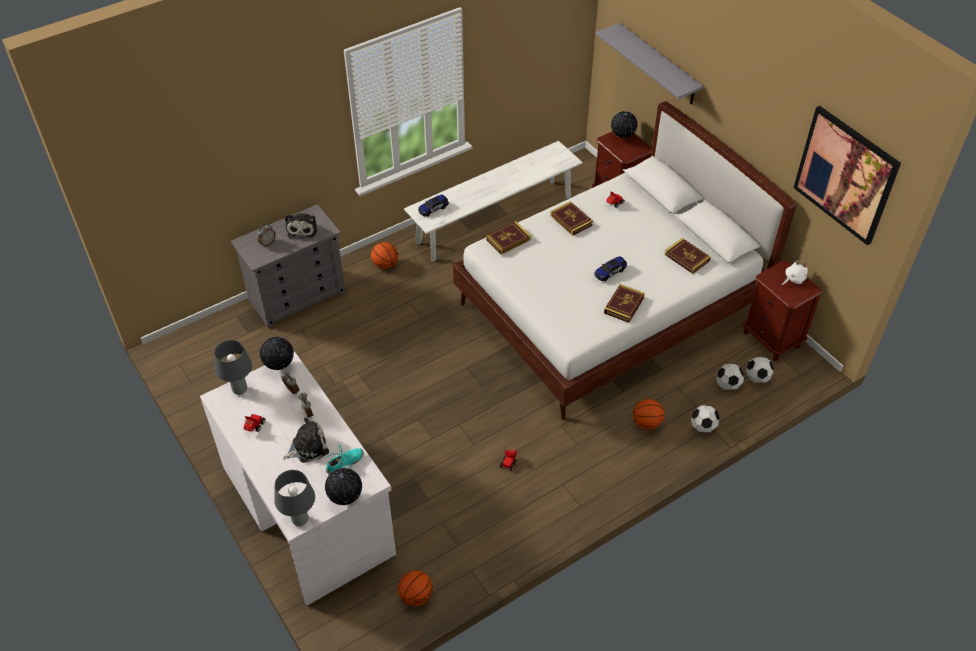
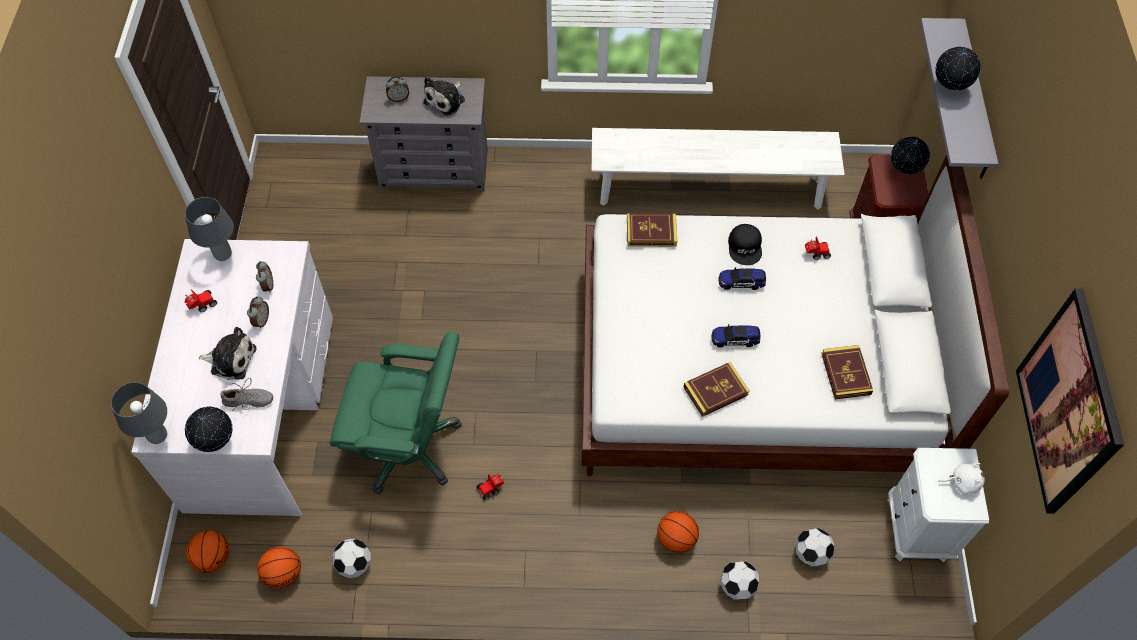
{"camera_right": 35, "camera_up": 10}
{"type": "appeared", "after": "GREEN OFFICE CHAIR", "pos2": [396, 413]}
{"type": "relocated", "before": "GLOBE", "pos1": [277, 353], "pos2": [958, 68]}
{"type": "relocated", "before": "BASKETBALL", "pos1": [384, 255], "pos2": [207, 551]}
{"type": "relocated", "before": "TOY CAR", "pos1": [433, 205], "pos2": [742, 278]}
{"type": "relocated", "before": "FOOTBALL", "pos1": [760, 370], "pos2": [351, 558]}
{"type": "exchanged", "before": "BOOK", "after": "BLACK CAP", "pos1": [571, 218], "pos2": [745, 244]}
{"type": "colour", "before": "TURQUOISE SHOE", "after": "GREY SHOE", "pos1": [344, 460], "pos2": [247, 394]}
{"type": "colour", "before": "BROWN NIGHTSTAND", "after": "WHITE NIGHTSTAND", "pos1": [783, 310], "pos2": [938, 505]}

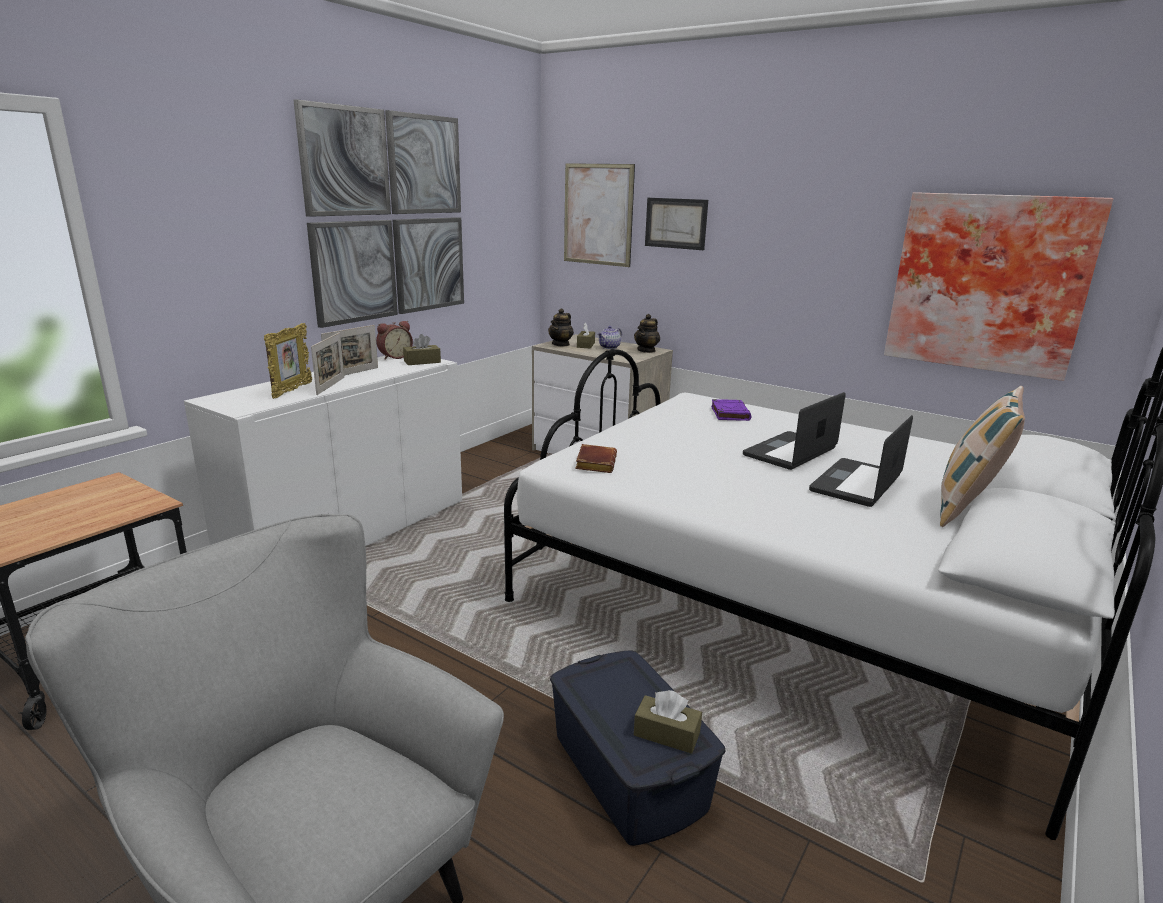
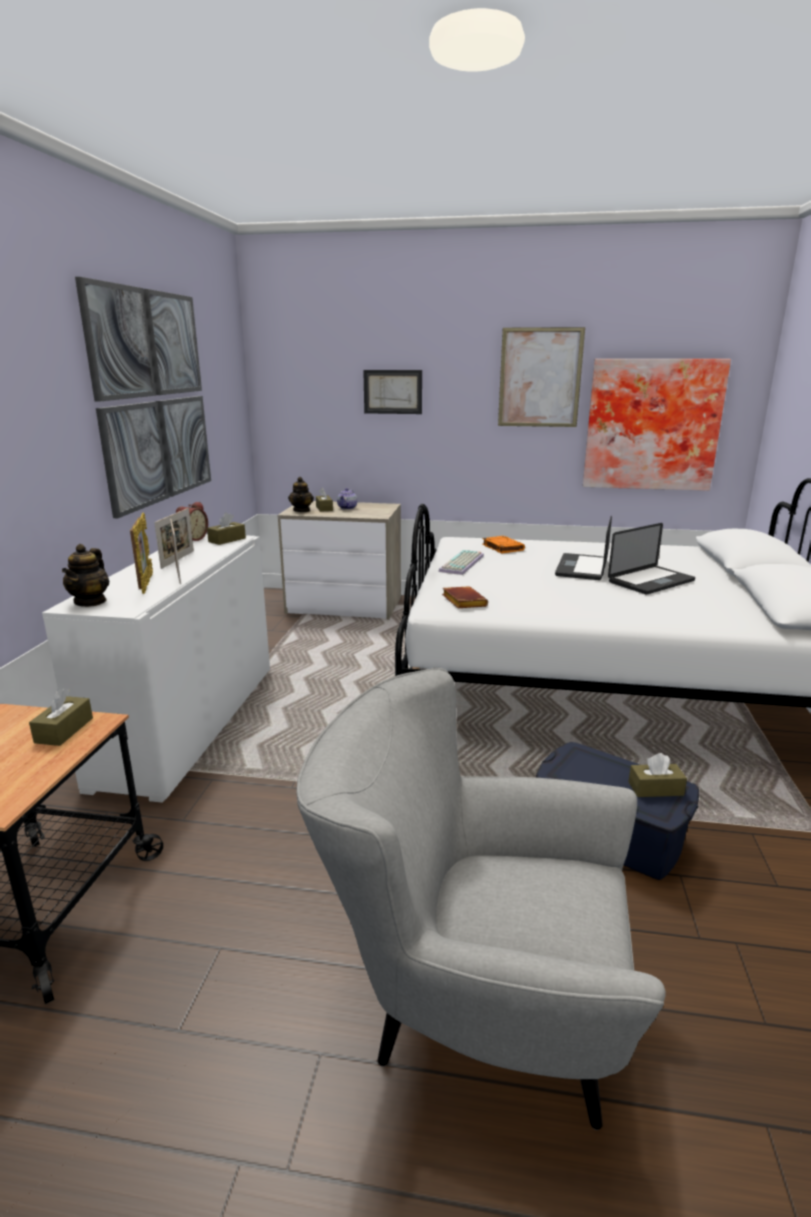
{"camera_right": -25, "camera_up": 0}
{"type": "missing", "before": "PILLOW", "pos1": [982, 456]}
{"type": "appeared", "after": "BROWN TISSUE BOX", "pos2": [61, 717]}
{"type": "appeared", "after": "KEYBOARD", "pos2": [461, 562]}
{"type": "relocated", "before": "PICTURE", "pos1": [599, 215], "pos2": [541, 377]}
{"type": "relocated", "before": "TEAPOT", "pos1": [647, 333], "pos2": [85, 575]}
{"type": "colour", "before": "PURPLE BOOK", "after": "ORANGE BOOK", "pos1": [731, 410], "pos2": [503, 544]}
{"type": "spun", "before": "LAPTOP", "pos1": [861, 461], "pos2": [651, 559], "turn": -135}

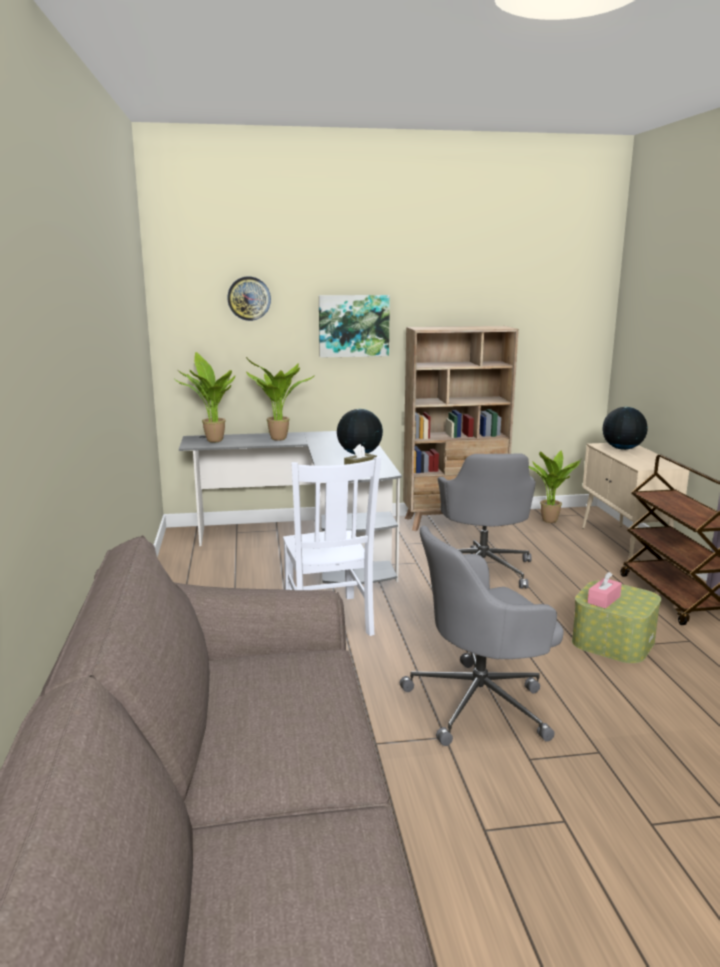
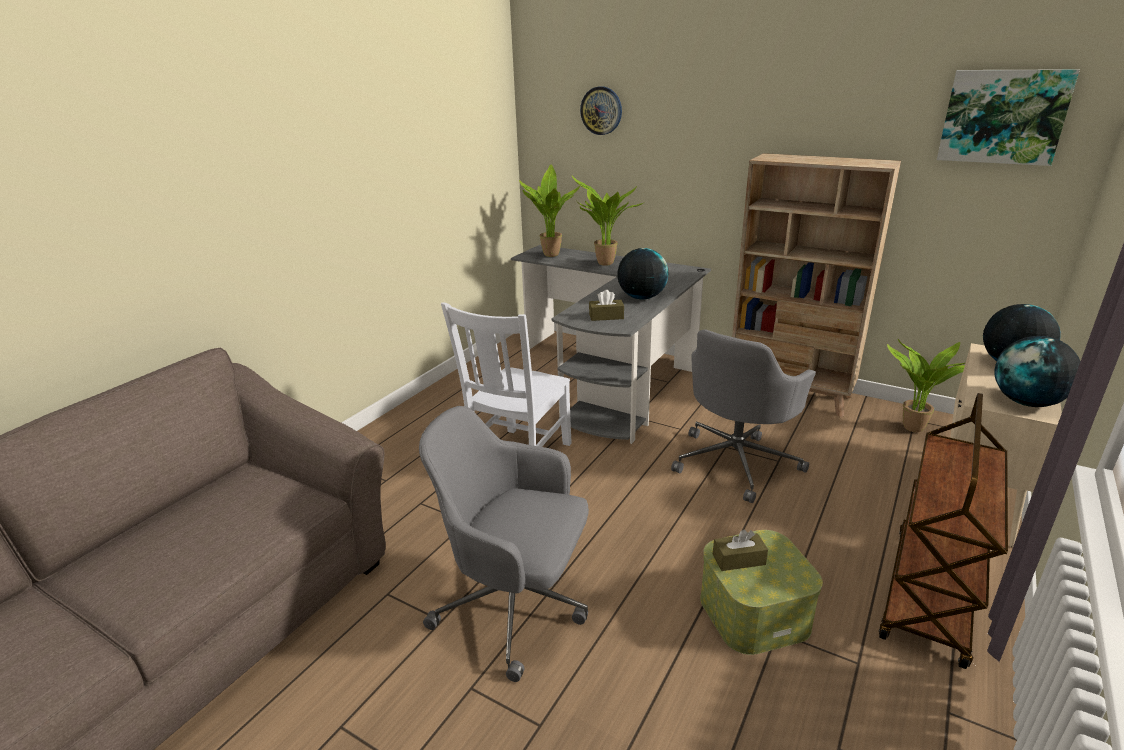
{"camera_right": 40, "camera_up": 10}
{"type": "appeared", "after": "GLOBE", "pos2": [1037, 371]}
{"type": "relocated", "before": "PICTURE", "pos1": [354, 326], "pos2": [1008, 117]}
{"type": "colour", "before": "PINK TISSUE BOX", "after": "BROWN TISSUE BOX", "pos1": [604, 590], "pos2": [740, 550]}

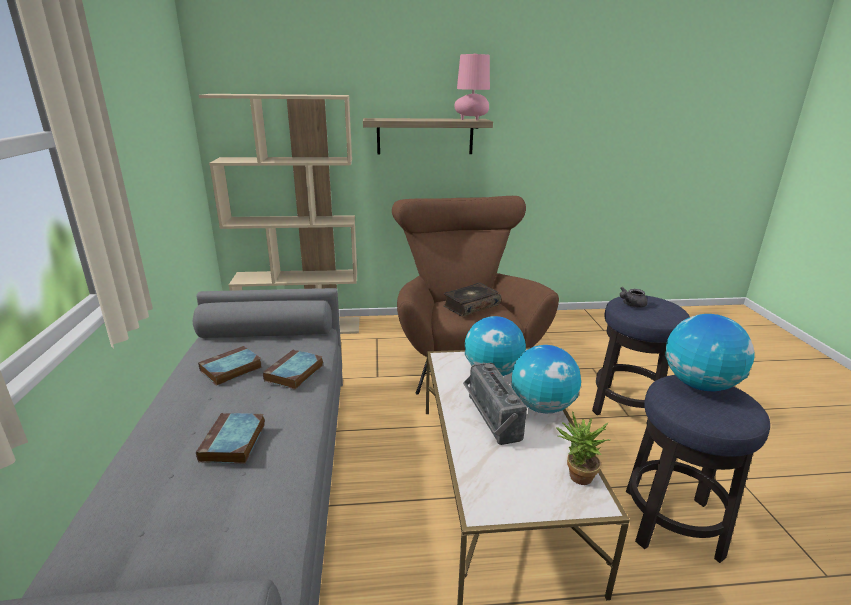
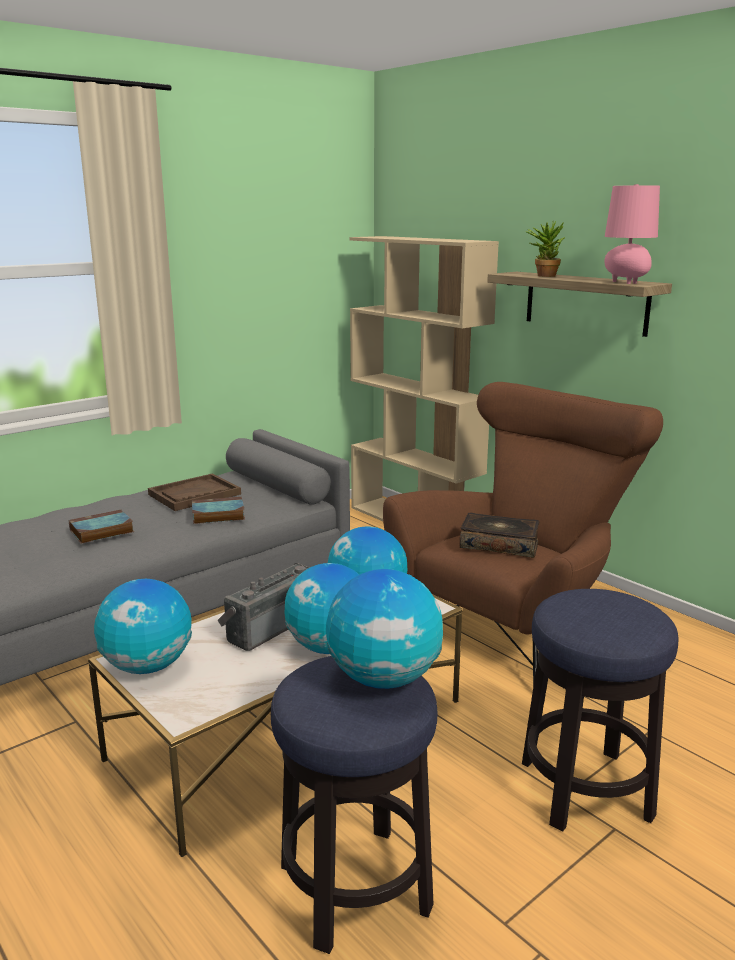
{"camera_right": 55, "camera_up": -5}
{"type": "missing", "before": "GREY TEAPOT", "pos1": [633, 297]}
{"type": "appeared", "after": "GLOBE", "pos2": [143, 626]}
{"type": "relocated", "before": "POTTED PLANT", "pos1": [583, 448], "pos2": [545, 249]}
{"type": "exchanged", "before": "BOOK", "after": "BROWN TRAY", "pos1": [230, 366], "pos2": [194, 492]}

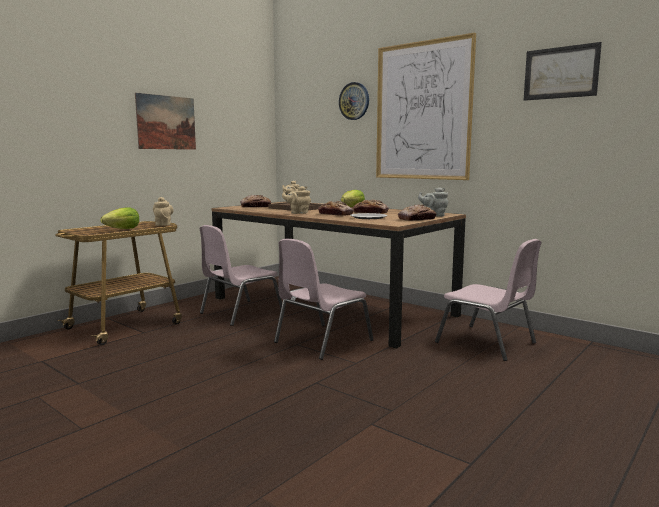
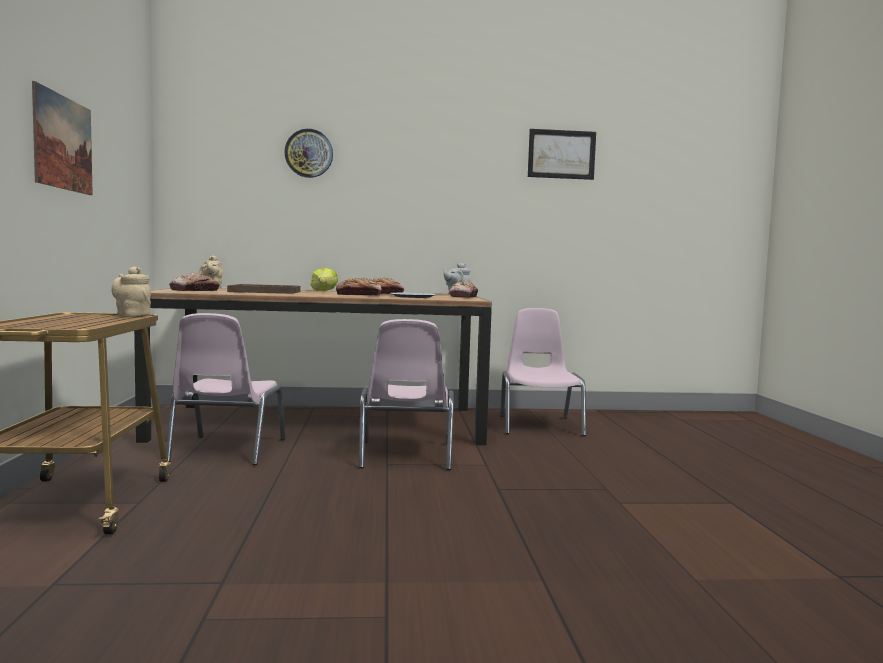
{"camera_right": -45, "camera_up": -5}
{"type": "missing", "before": "LETTUCE", "pos1": [119, 218]}
{"type": "missing", "before": "BEIGE TEAPOT", "pos1": [296, 200]}
{"type": "missing", "before": "PICTURE", "pos1": [426, 106]}
{"type": "spun", "before": "PINK CHAIR", "pos1": [488, 300], "pos2": [543, 372], "turn": -90}

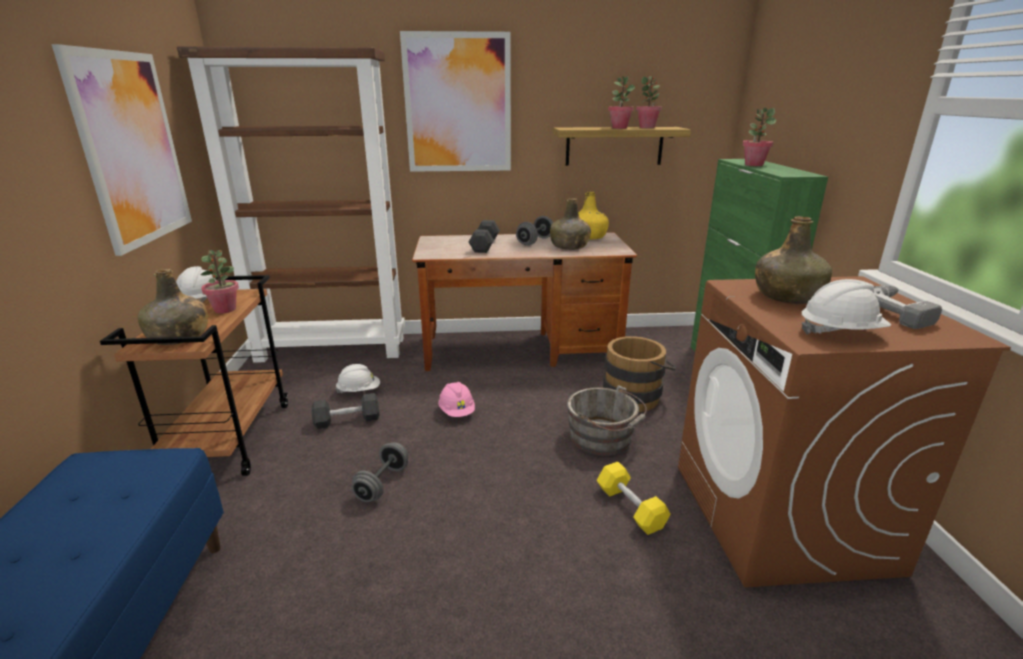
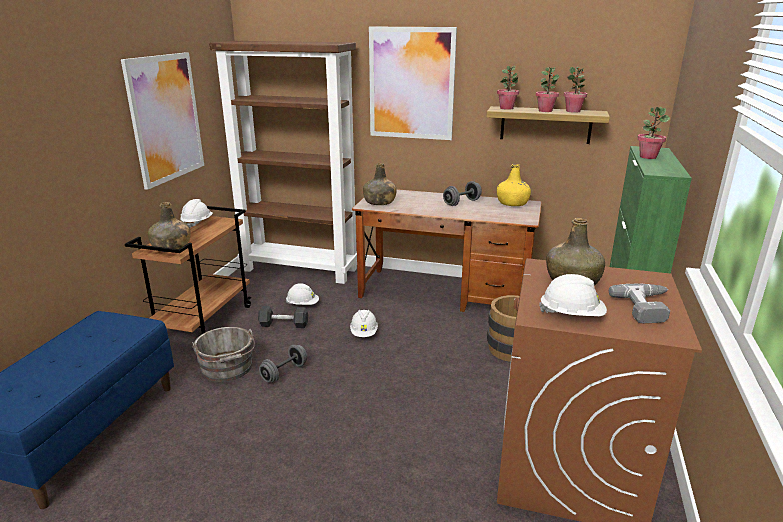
{"camera_right": 20, "camera_up": 0}
{"type": "missing", "before": "BLACK DUMBBELL", "pos1": [484, 236]}
{"type": "missing", "before": "YELLOW DUMBBELL", "pos1": [633, 498]}
{"type": "relocated", "before": "POTTED PLANT", "pos1": [219, 282], "pos2": [508, 88]}
{"type": "relocated", "before": "GREEN BOTTLE", "pos1": [570, 224], "pos2": [380, 184]}
{"type": "relocated", "before": "GREY BUCKET", "pos1": [607, 420], "pos2": [223, 354]}
{"type": "colour", "before": "PINK HARD HAT", "after": "WHITE HARD HAT", "pos1": [456, 399], "pos2": [364, 323]}

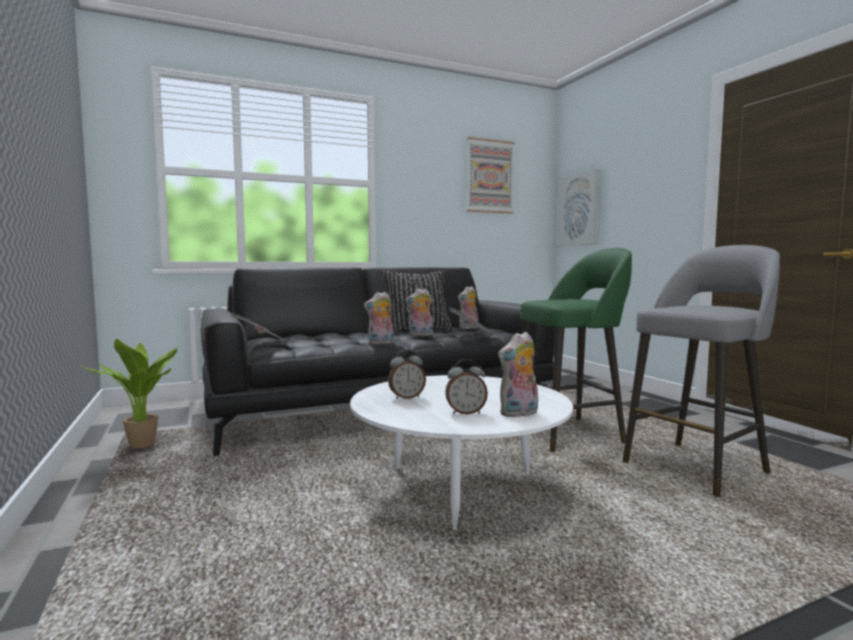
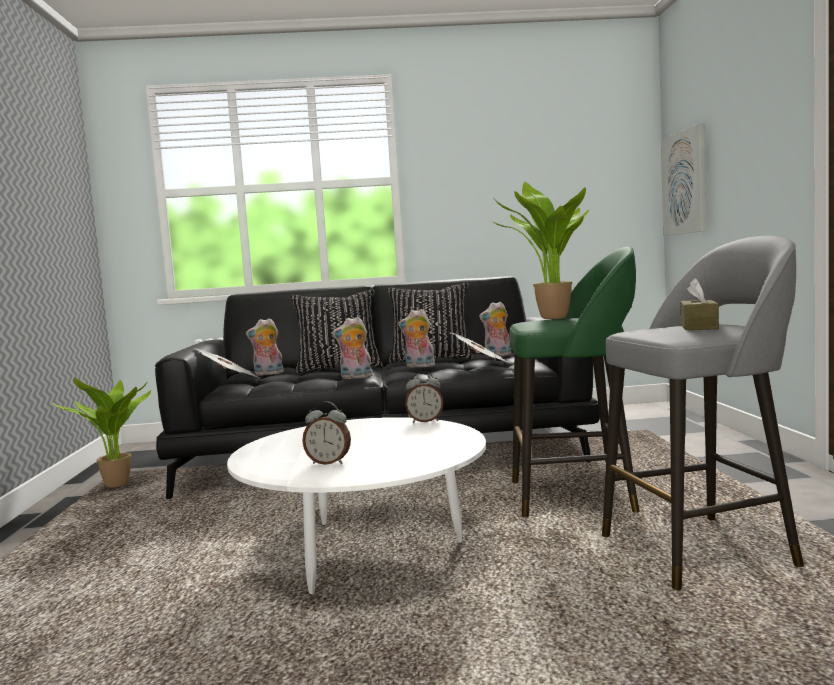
{"camera_right": 20, "camera_up": 0}
{"type": "missing", "before": "PICTURE", "pos1": [491, 175]}
{"type": "appeared", "after": "BLACK PILLOW", "pos2": [337, 331]}
{"type": "appeared", "after": "POTTED PLANT", "pos2": [539, 250]}
{"type": "appeared", "after": "BROWN TISSUE BOX", "pos2": [699, 304]}
{"type": "relocated", "before": "ALARM CLOCK", "pos1": [407, 374], "pos2": [424, 397]}
{"type": "relocated", "before": "PLUSH TOY", "pos1": [518, 374], "pos2": [265, 347]}

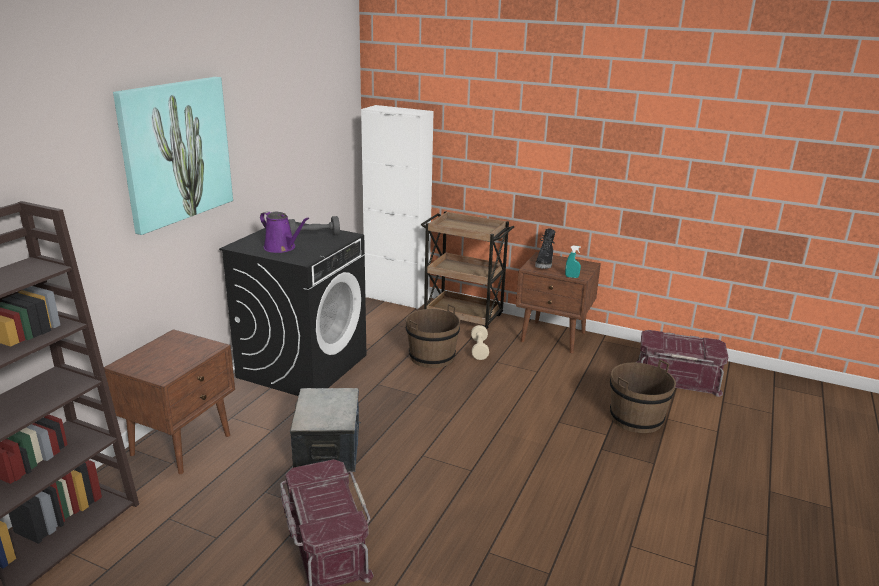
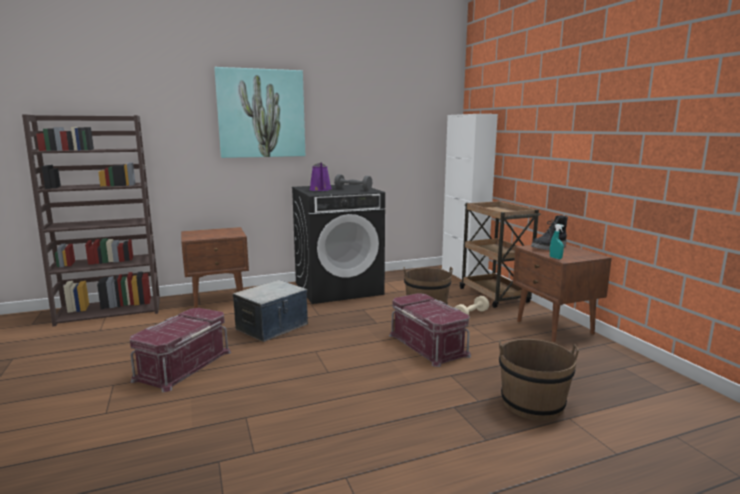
{"camera_right": 45, "camera_up": -10}
{"type": "relocated", "before": "RED STORAGE BOX", "pos1": [682, 363], "pos2": [430, 330]}

